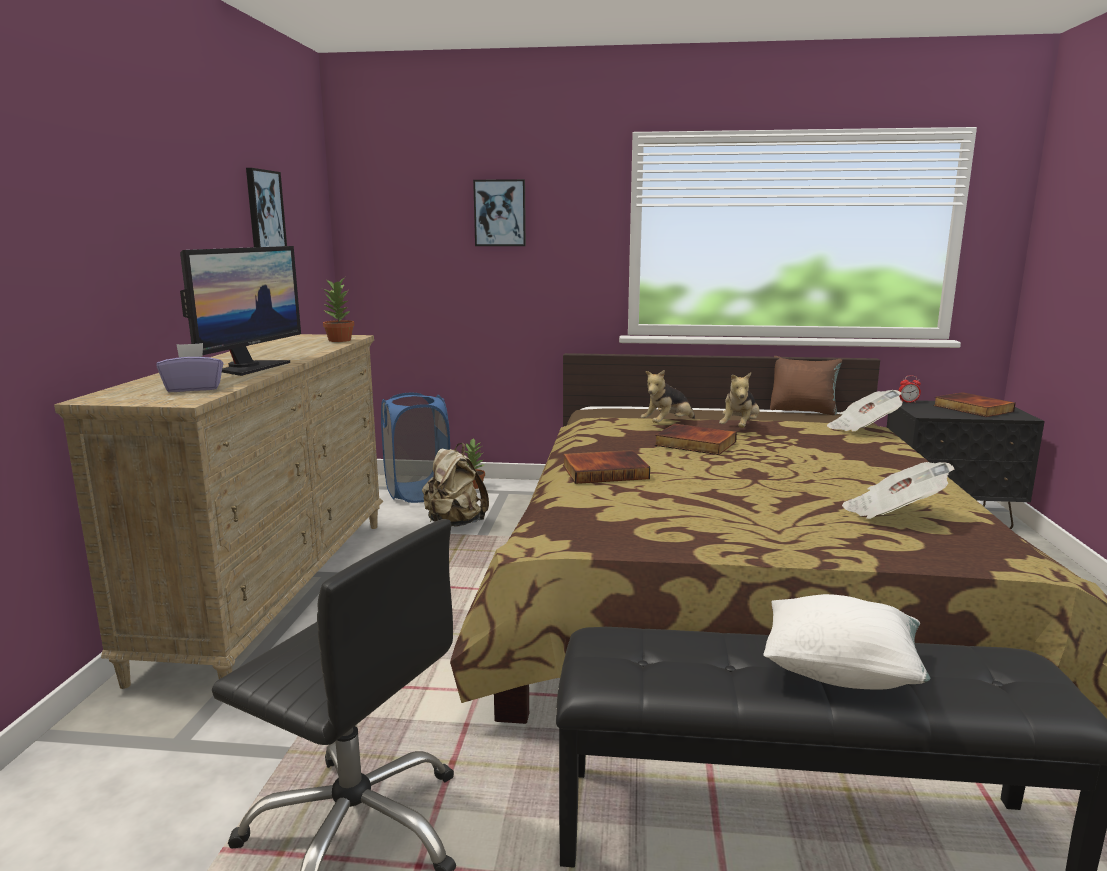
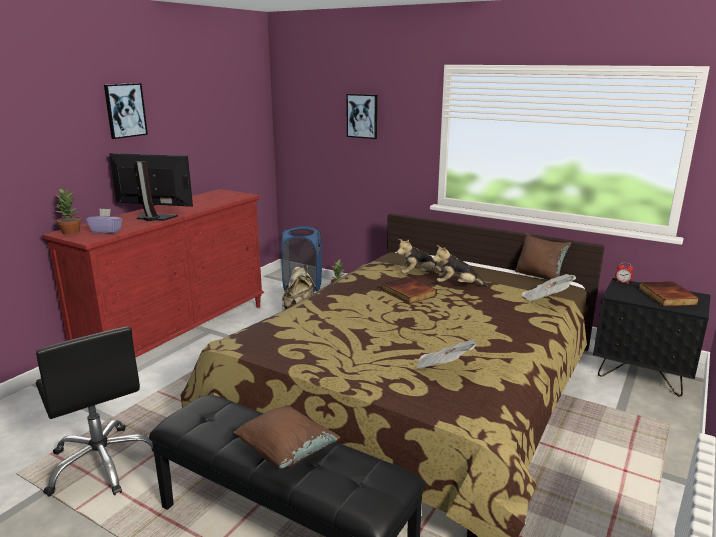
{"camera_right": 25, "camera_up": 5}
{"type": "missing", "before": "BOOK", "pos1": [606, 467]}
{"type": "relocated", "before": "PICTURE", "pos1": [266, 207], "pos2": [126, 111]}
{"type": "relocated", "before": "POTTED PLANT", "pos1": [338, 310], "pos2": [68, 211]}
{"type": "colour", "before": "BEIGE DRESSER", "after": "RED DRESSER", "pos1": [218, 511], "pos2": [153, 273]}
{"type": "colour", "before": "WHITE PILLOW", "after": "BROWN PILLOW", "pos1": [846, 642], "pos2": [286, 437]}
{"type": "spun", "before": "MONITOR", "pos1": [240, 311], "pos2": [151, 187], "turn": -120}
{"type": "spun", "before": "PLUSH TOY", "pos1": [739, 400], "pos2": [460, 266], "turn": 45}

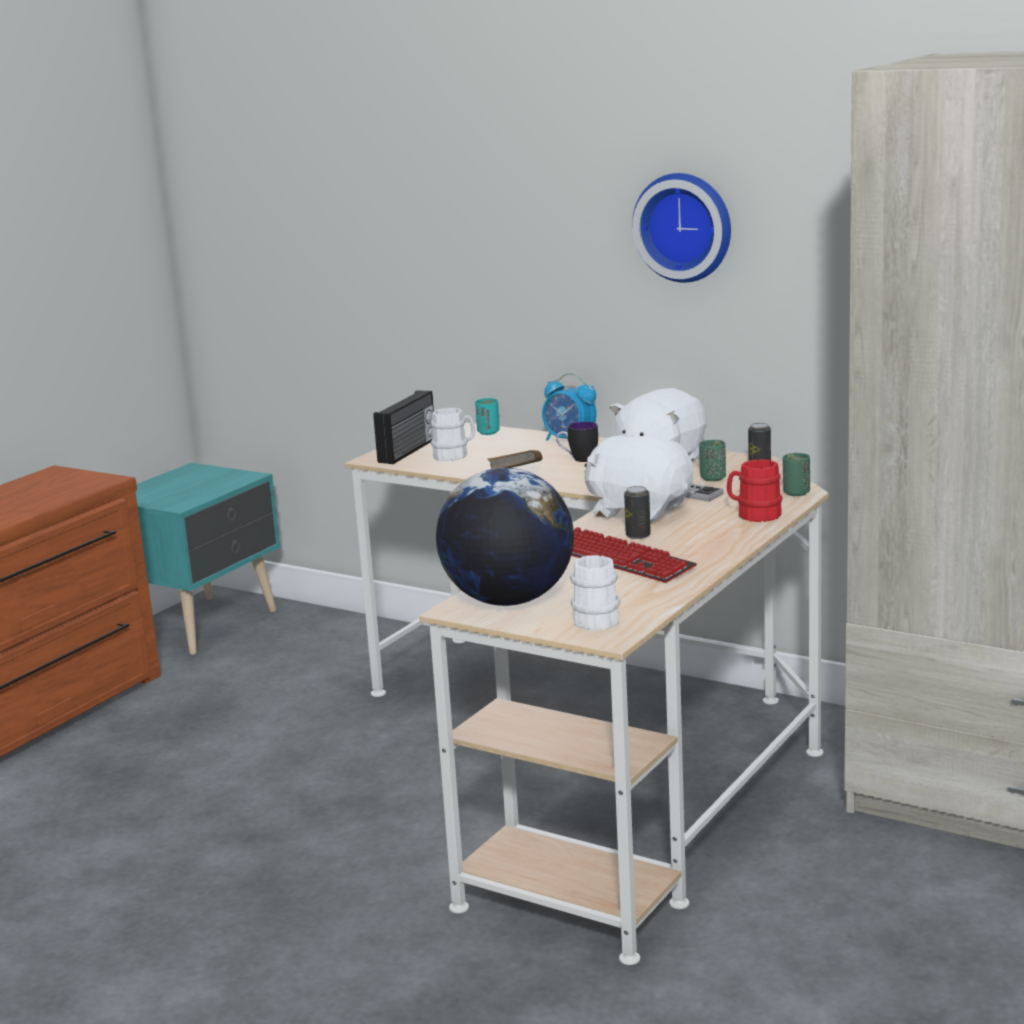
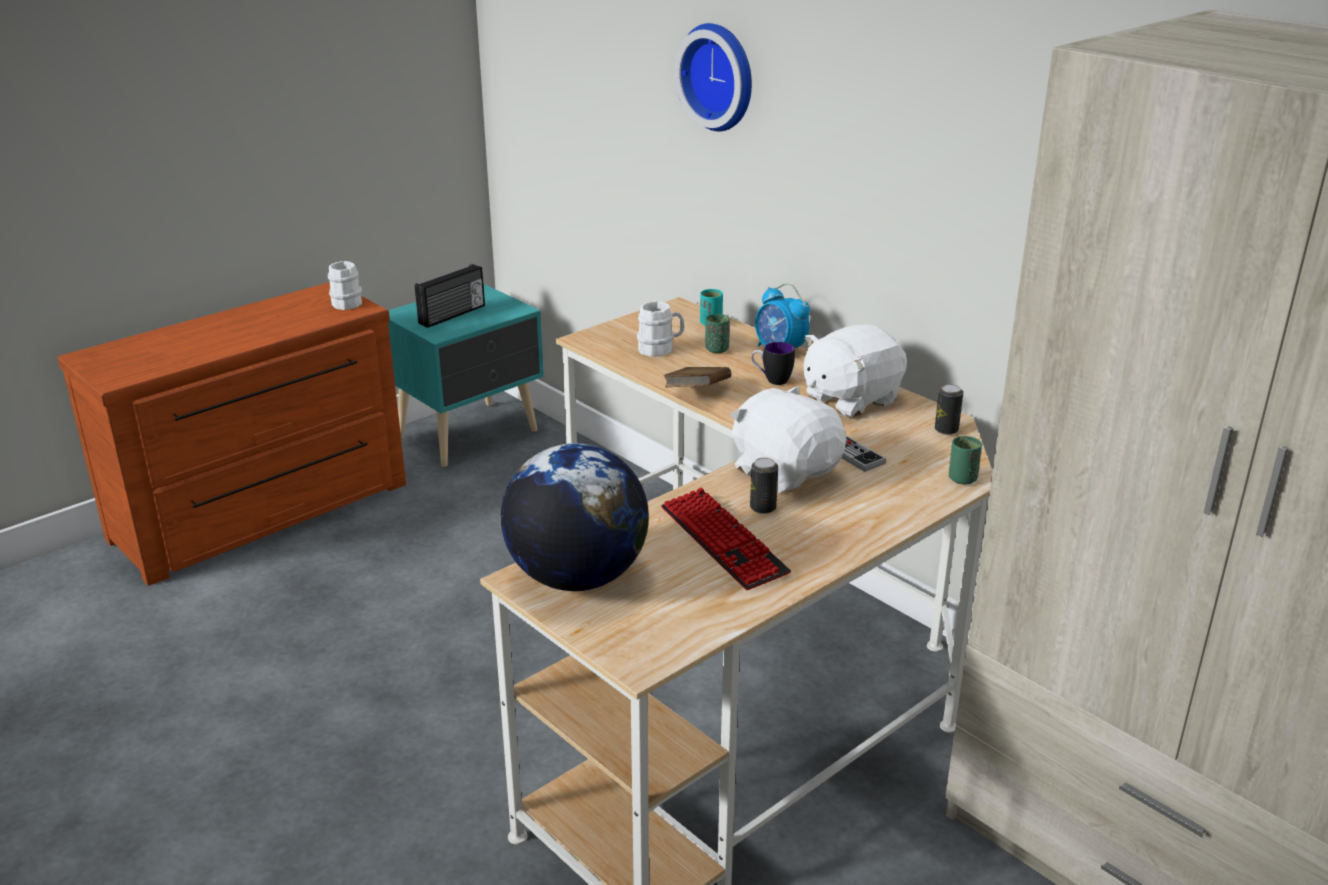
{"camera_right": 15, "camera_up": 10}
{"type": "missing", "before": "RED MUG", "pos1": [754, 490]}
{"type": "relocated", "before": "RADIO", "pos1": [403, 427], "pos2": [450, 296]}
{"type": "relocated", "before": "WHITE MUG", "pos1": [595, 593], "pos2": [345, 285]}
{"type": "relocated", "before": "WALL CLOCK", "pos1": [681, 228], "pos2": [713, 77]}
{"type": "relocated", "before": "GREEN CUP", "pos1": [712, 460], "pos2": [718, 333]}

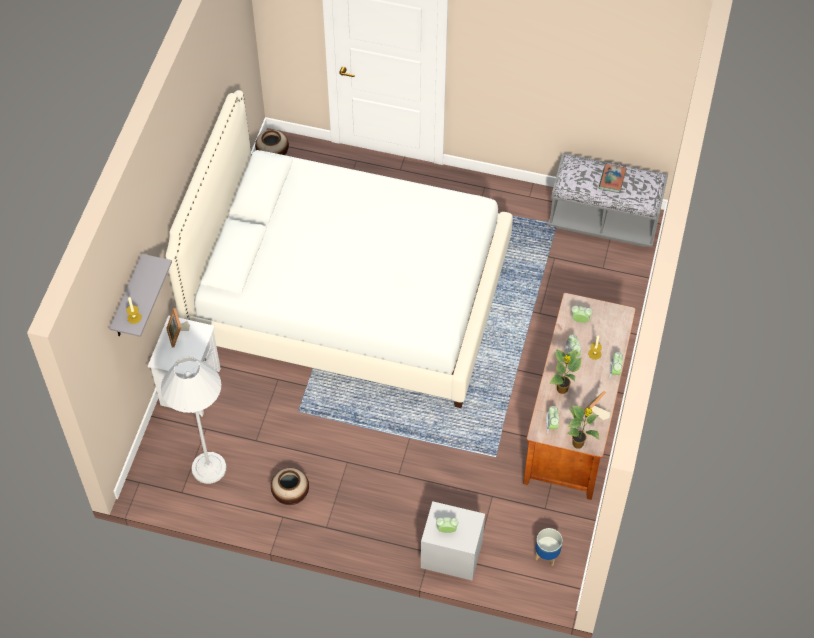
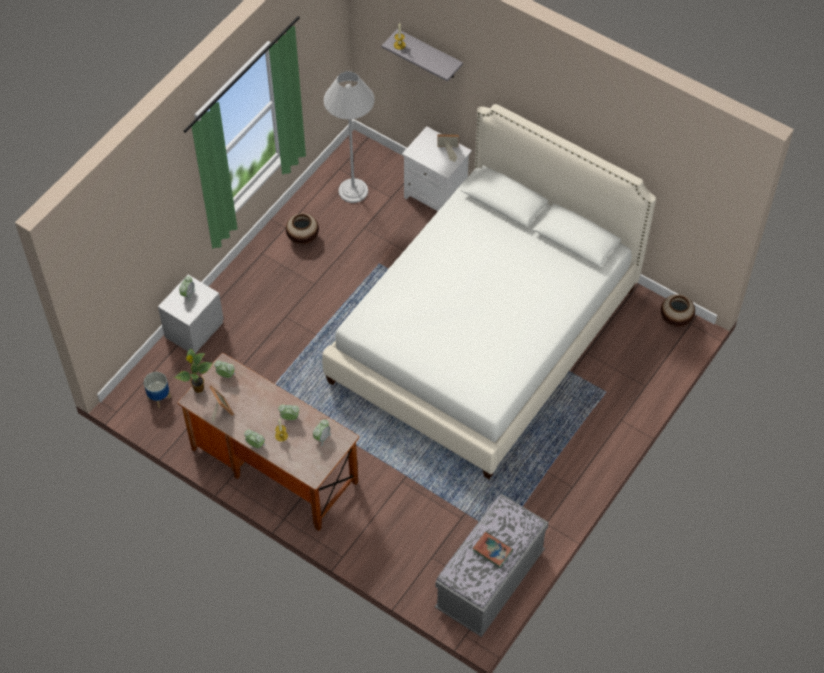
{"camera_right": 110, "camera_up": 0}
{"type": "missing", "before": "POTTED PLANT", "pos1": [565, 371]}

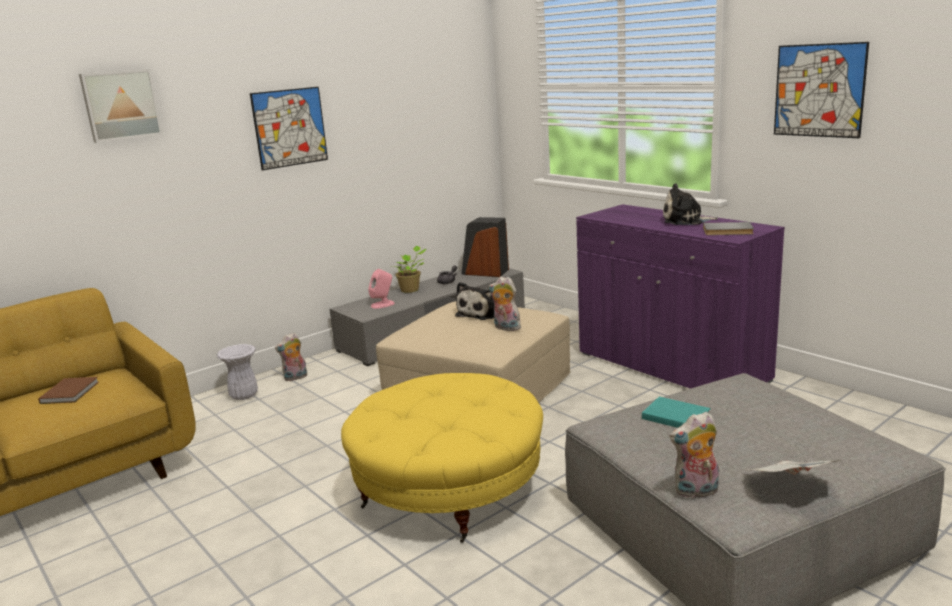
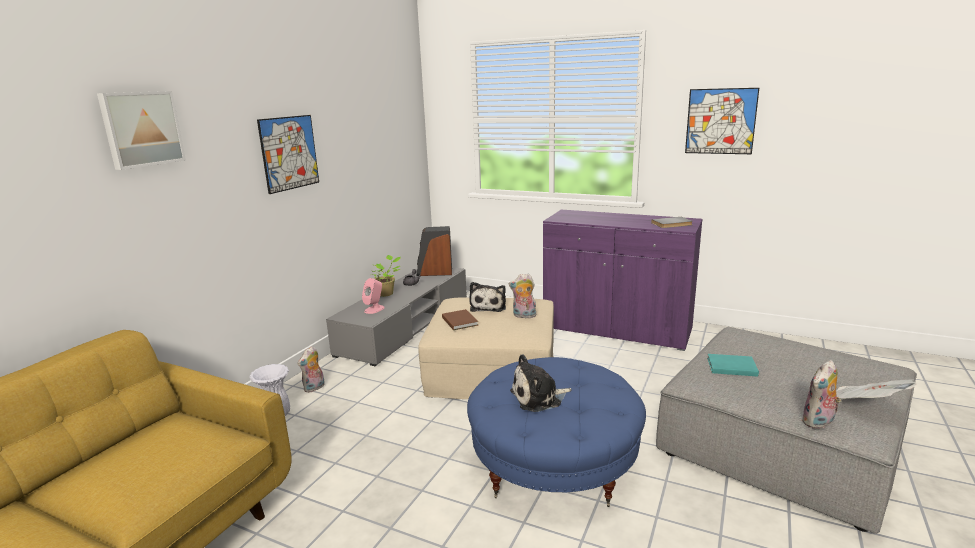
{"camera_right": -25, "camera_up": 0}
{"type": "relocated", "before": "BROWN BOOK", "pos1": [68, 390], "pos2": [460, 319]}
{"type": "relocated", "before": "PLUSH TOY", "pos1": [690, 204], "pos2": [541, 383]}
{"type": "colour", "before": "YELLOW OTTOMAN", "after": "BLUE OTTOMAN", "pos1": [442, 458], "pos2": [556, 432]}

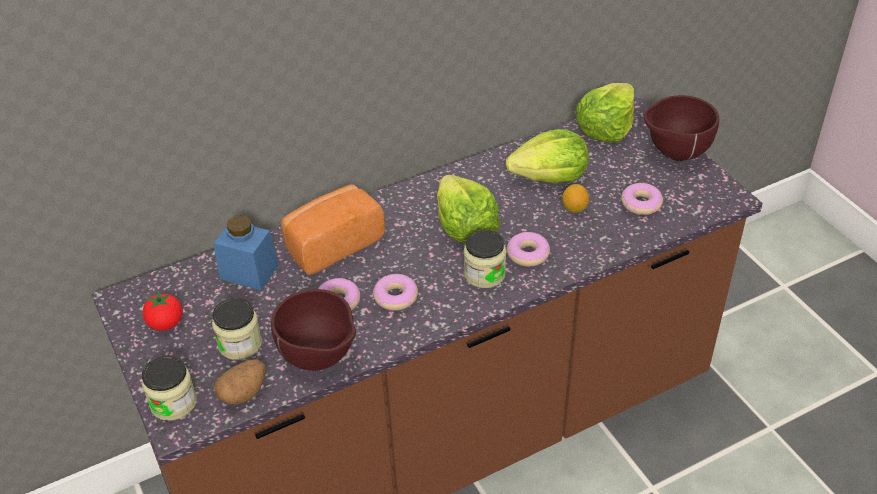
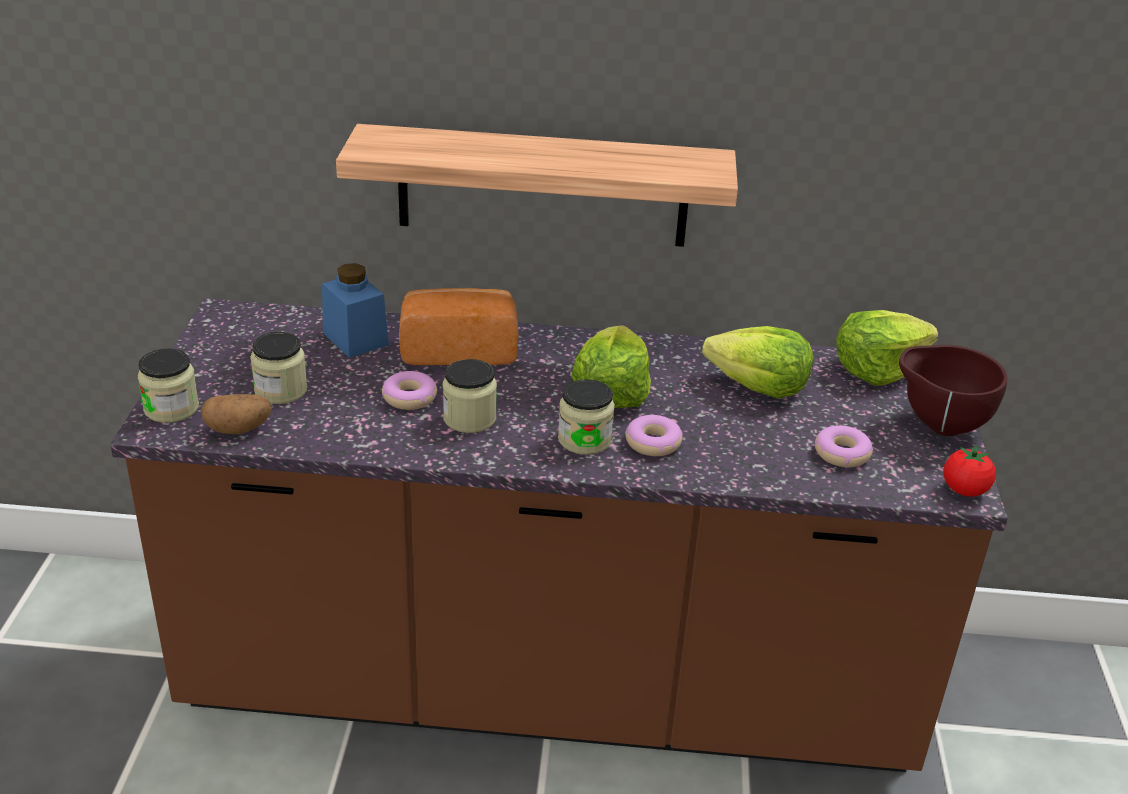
{"camera_right": 30, "camera_up": -10}
{"type": "missing", "before": "BROWN BOWL", "pos1": [313, 330]}
{"type": "missing", "before": "LEMON", "pos1": [575, 198]}
{"type": "appeared", "after": "SHELF", "pos2": [537, 185]}
{"type": "relocated", "before": "TOMATO", "pos1": [163, 311], "pos2": [969, 470]}
{"type": "exchanged", "before": "DONUT", "after": "JAR", "pos1": [395, 292], "pos2": [470, 396]}

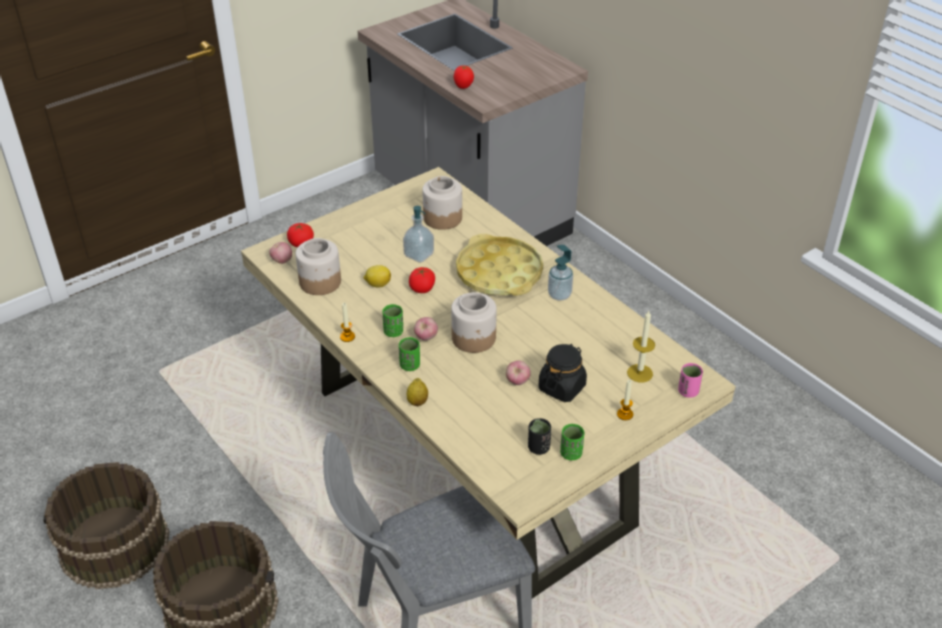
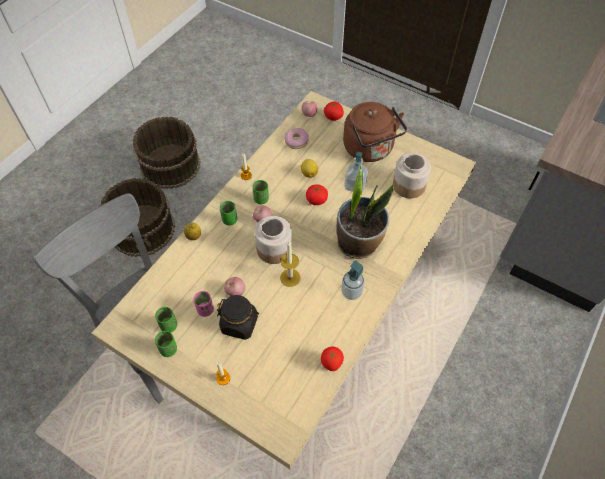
{"camera_right": 70, "camera_up": 15}
{"type": "appeared", "after": "BROWN KETTLE", "pos2": [375, 132]}
{"type": "relocated", "before": "TOMATO", "pos1": [464, 77], "pos2": [332, 359]}
{"type": "relocated", "before": "CANDLE", "pos1": [641, 346], "pos2": [290, 264]}
{"type": "relocated", "before": "PINK CUP", "pos1": [690, 380], "pos2": [203, 304]}
{"type": "exchanged", "before": "JAR", "after": "DONUT", "pos1": [318, 266], "pos2": [296, 138]}
{"type": "exchanged", "before": "YELLOW TRAY", "after": "POTTED PLANT", "pos1": [499, 265], "pos2": [365, 212]}
{"type": "colour", "before": "BLACK CUP", "after": "GREEN CUP", "pos1": [539, 436], "pos2": [166, 320]}

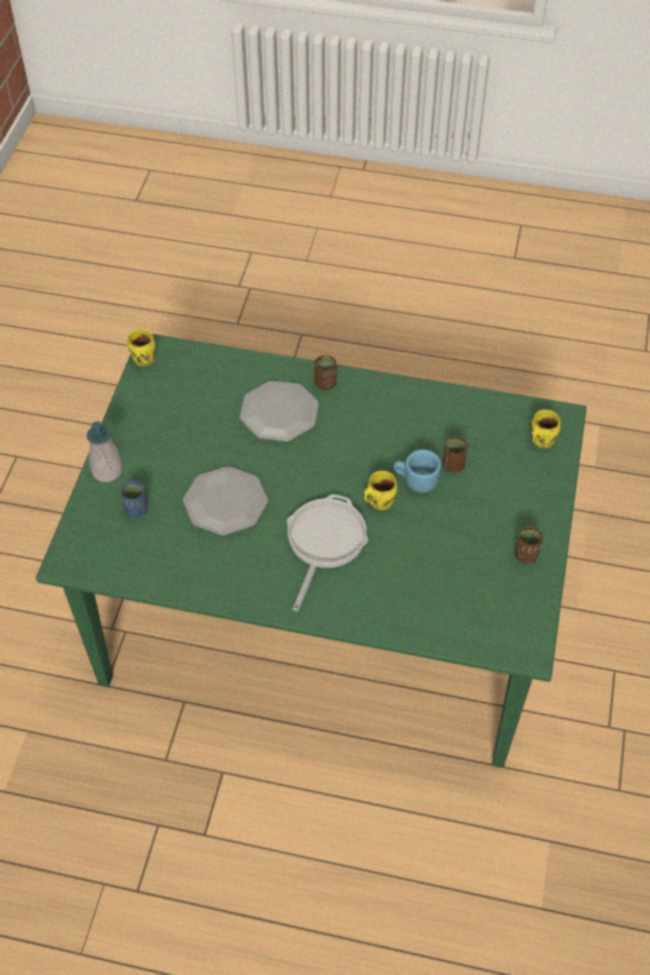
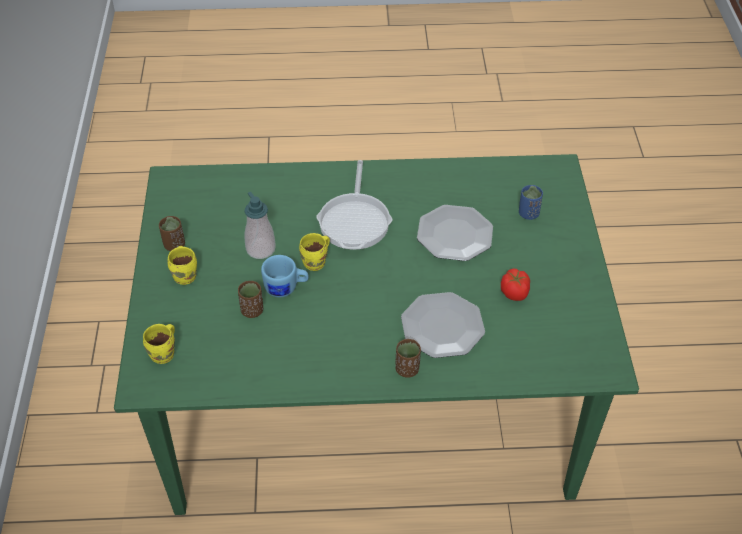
{"camera_right": 165, "camera_up": -5}
{"type": "appeared", "after": "TOMATO", "pos2": [515, 285]}
{"type": "relocated", "before": "SOAP DISPENSER", "pos1": [104, 451], "pos2": [260, 225]}
{"type": "relocated", "before": "YELLOW MUG", "pos1": [141, 347], "pos2": [182, 265]}

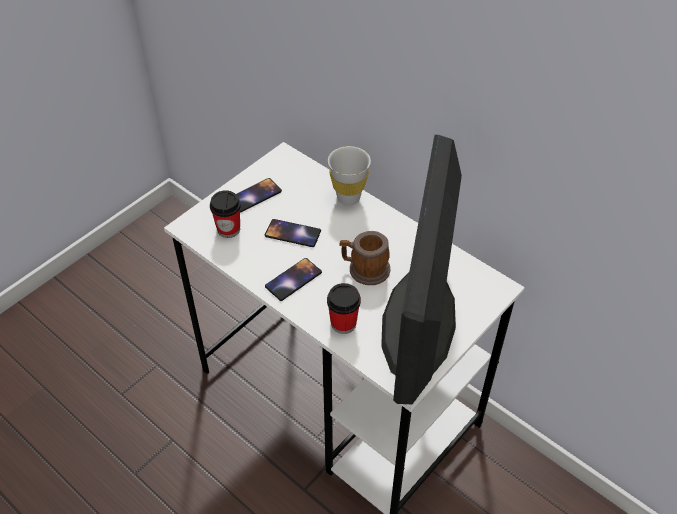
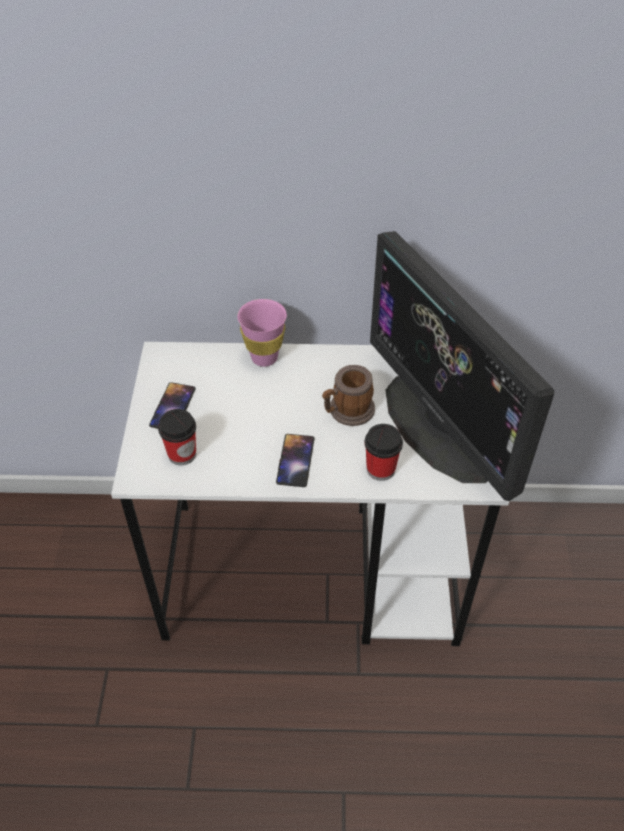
{"camera_right": -40, "camera_up": 0}
{"type": "missing", "before": "PHONE", "pos1": [293, 233]}
{"type": "colour", "before": "WHITE CUP", "after": "PINK CUP", "pos1": [349, 176], "pos2": [262, 333]}

